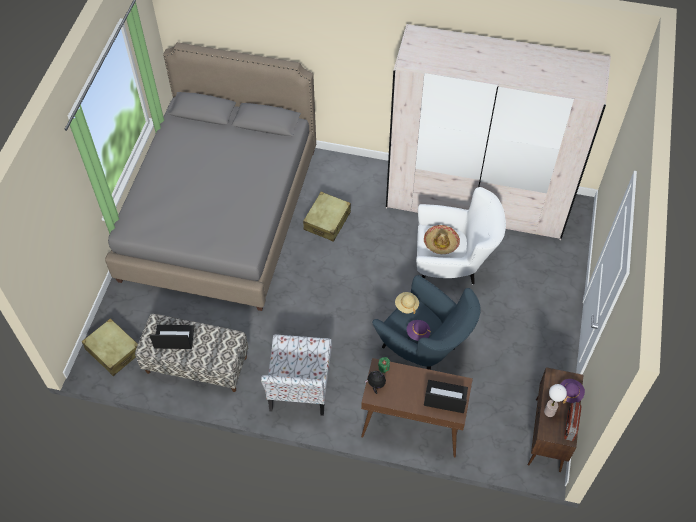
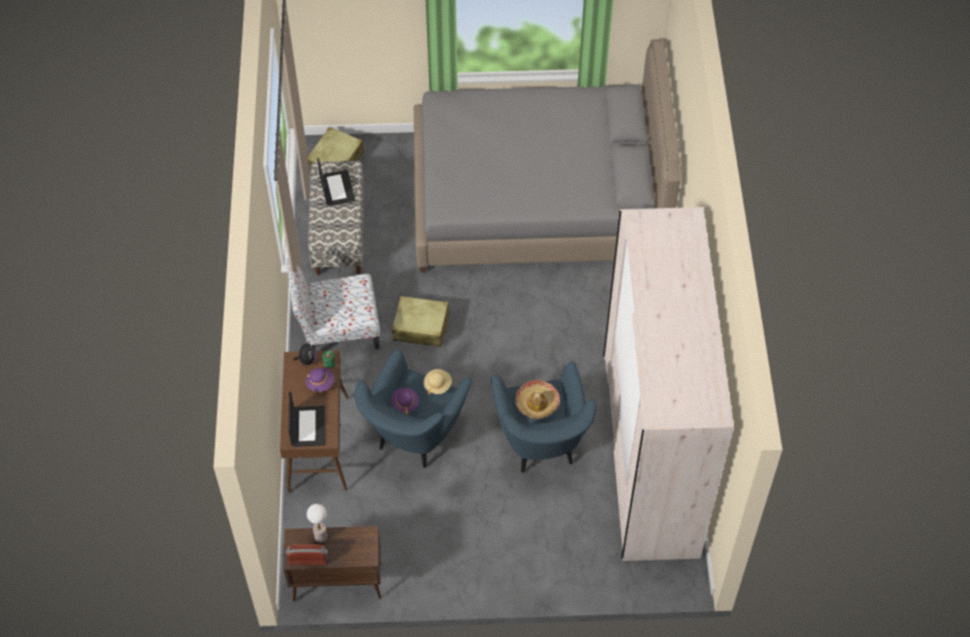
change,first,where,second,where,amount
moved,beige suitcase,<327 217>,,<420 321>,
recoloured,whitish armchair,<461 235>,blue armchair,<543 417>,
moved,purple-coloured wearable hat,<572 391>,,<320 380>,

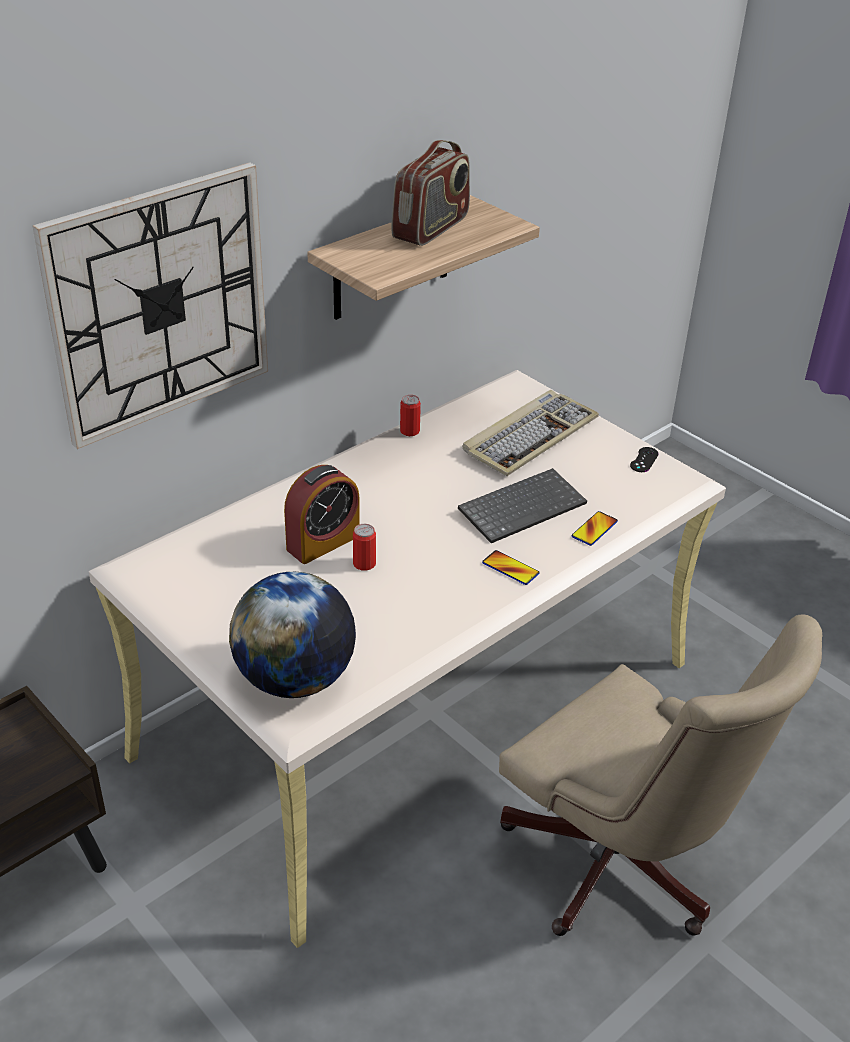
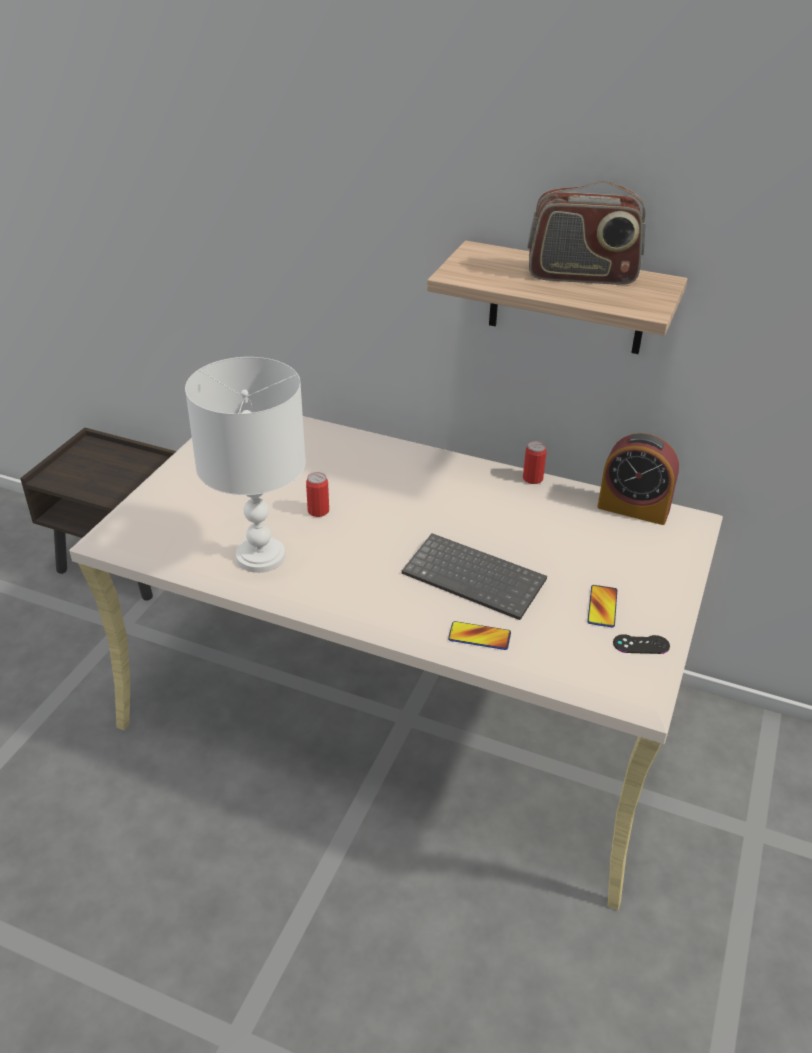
change,first,where,second,where,amount
removed,clock on the wall,<150 305>,,,
removed,desk globe,<292 635>,,,
moved,bedside clock,<322 514>,,<638 479>,
removed,keyboard,<531 433>,,,
moved,telephone,<510 567>,,<602 606>,
removed,beige desk chair,<661 775>,,,
added,,,whitish lamp for a table,<245 465>,

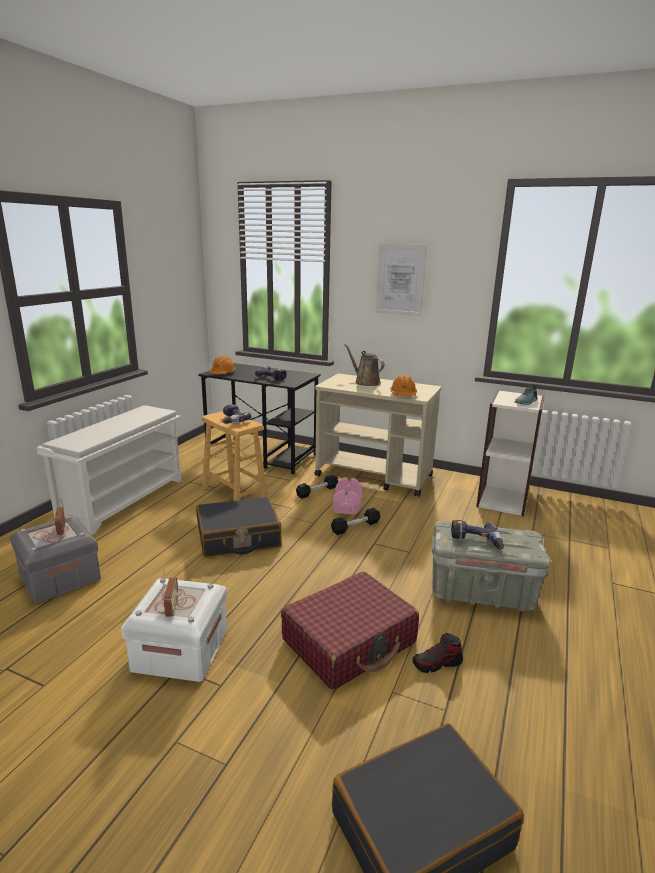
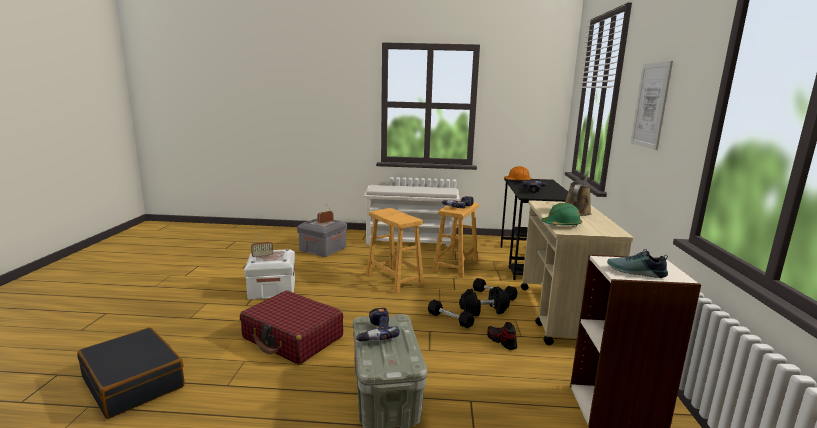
change,first,where,second,where,amount
replaced,black suitcase,<239 527>,brown-coloured sitting stool,<395 251>,
recoloured,pink-coloured hand weight,<348 496>,black hand weight,<484 301>,
recoloured,orangey safety helmet,<403 385>,greenish safety helmet,<562 214>,
moved,shoe,<437 653>,,<502 336>,

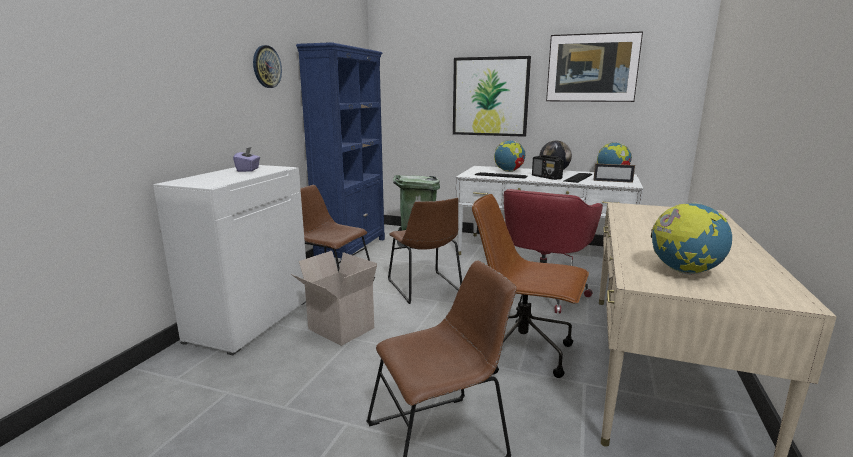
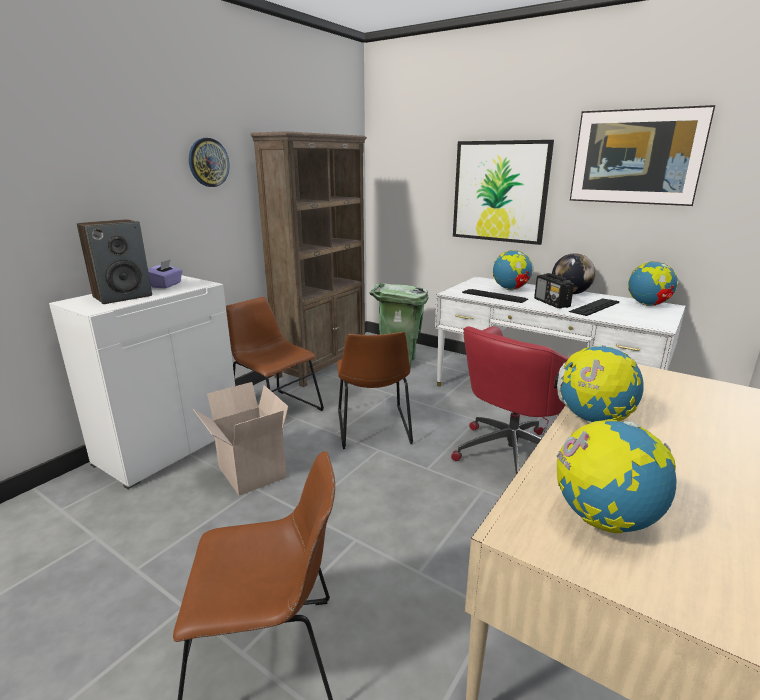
change,first,where,second,where,amount
recoloured,blue bookshelf,<340 150>,brown-coloured bookshelf,<308 259>,
removed,brown-coloured desk chair,<530 286>,,,
removed,standing frame,<614 173>,,,
added,,,audio speaker,<114 261>,
added,,,desk globe,<599 383>,

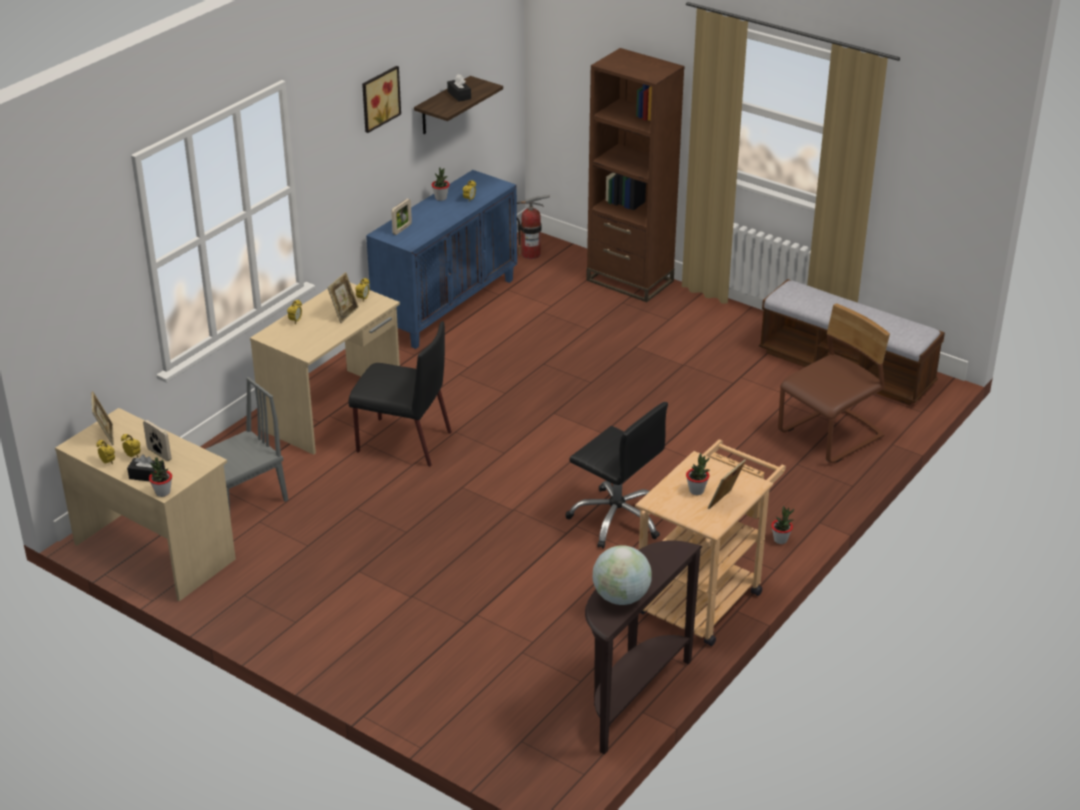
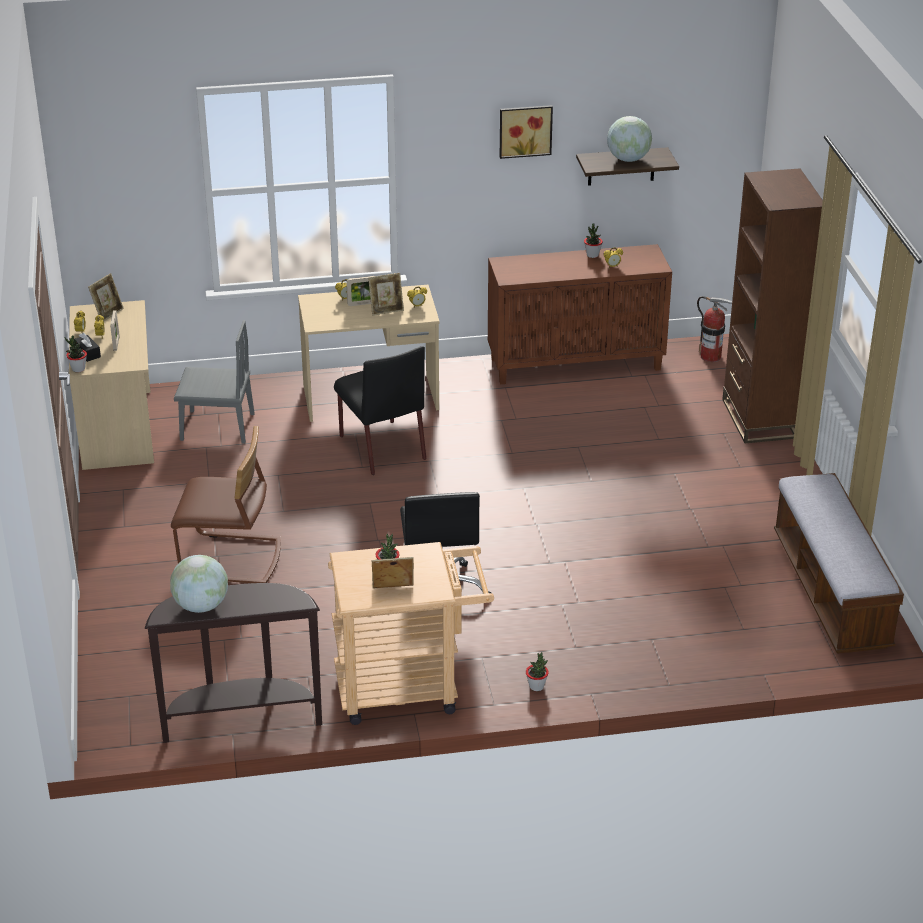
change,first,where,second,where,amount
recoloured,blue storage cabinet,<441 259>,brown-coloured storage cabinet,<580 314>,
moved,standing frame,<401 217>,,<360 291>,
replaced,black tissue box,<459 88>,desk globe,<629 139>,
moved,brown-coloured upright chair,<834 383>,,<226 504>,

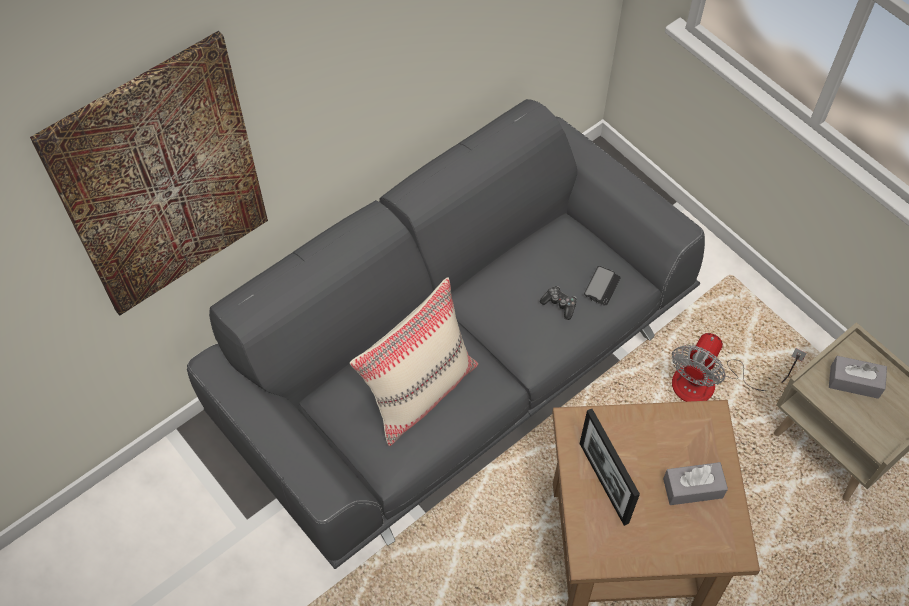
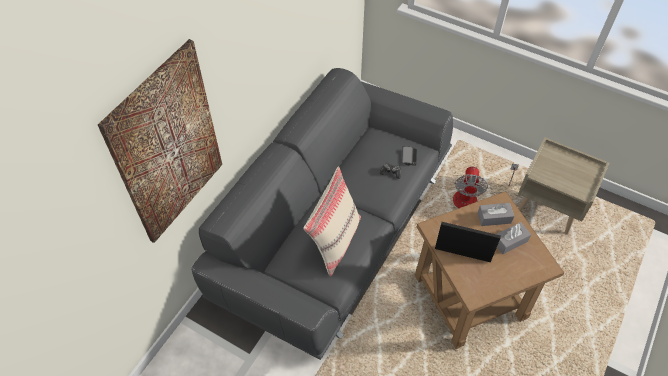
change,first,where,second,where,amount
turned,standing frame,<610 467>,,<468 242>,150 degrees clockwise
moved,grey tissue box,<858 377>,,<496 214>,

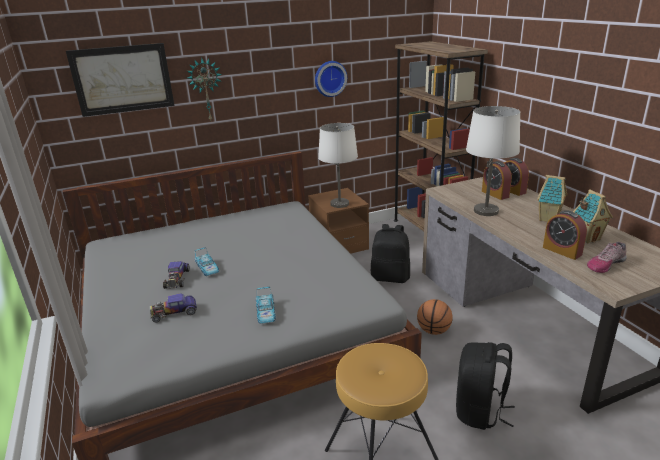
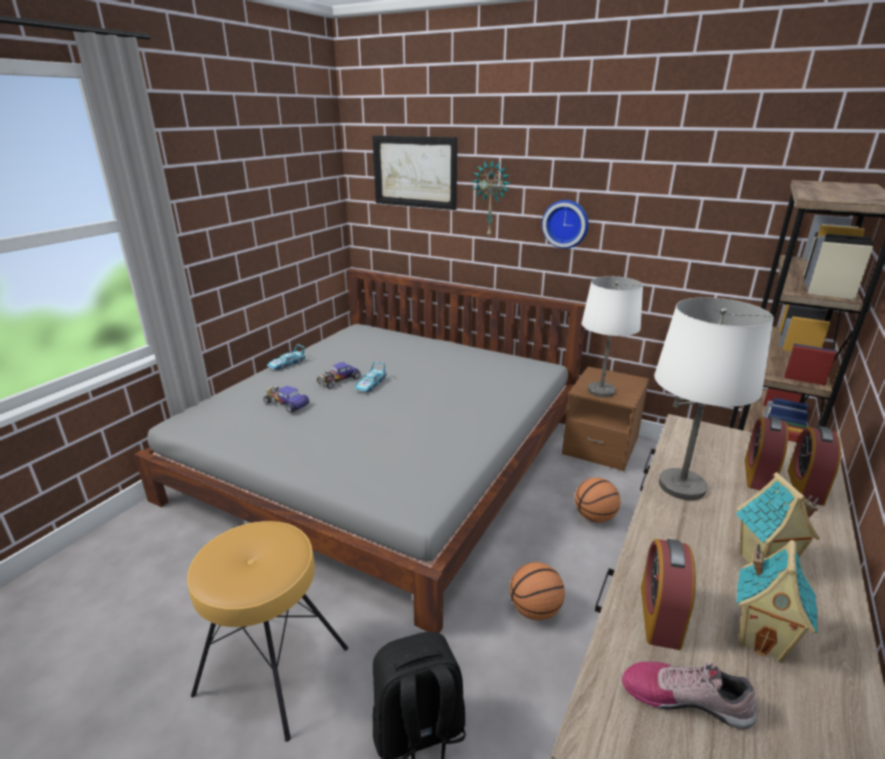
change,first,where,second,where,amount
moved,model car,<266 305>,,<286 357>,
moved,clock on the wall,<331 79>,,<565 224>,
replaced,black backpack,<390 253>,basketball ball,<597 500>,

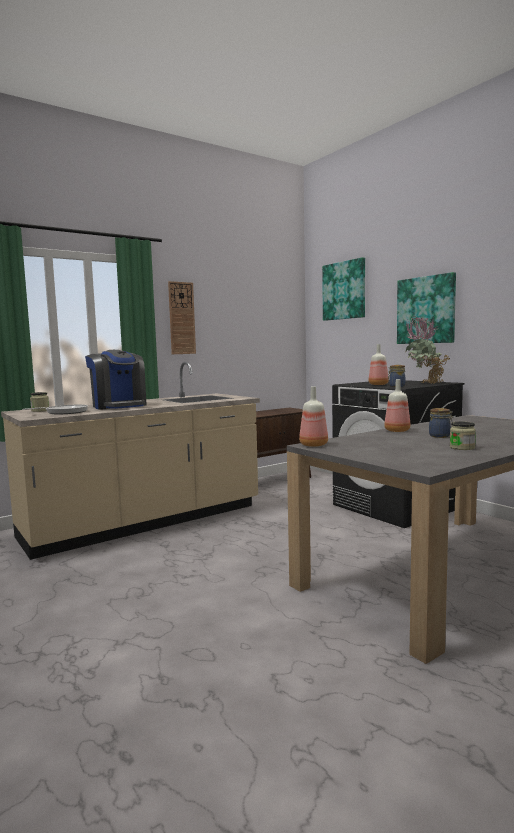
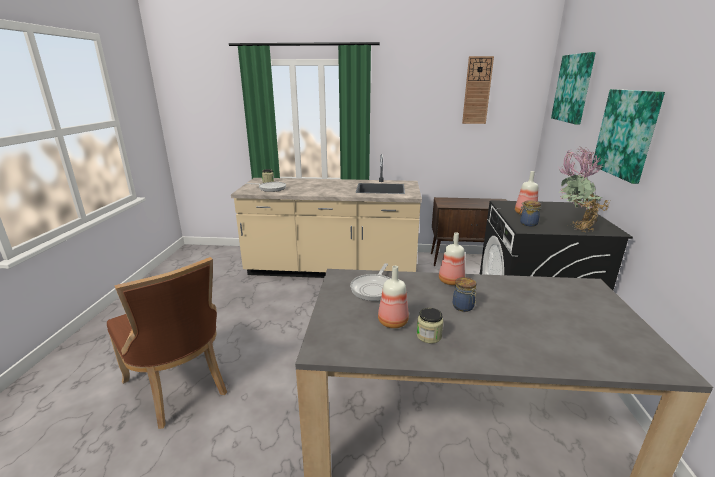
change,first,where,second,where,amount
removed,coffee maker,<116 380>,,,
moved,clock on the wall,<182 317>,,<478 90>,
moved,drink bottle,<313 416>,,<393 297>,
added,,,brown-coloured upright chair,<167 343>,
added,,,frying pan,<370 282>,

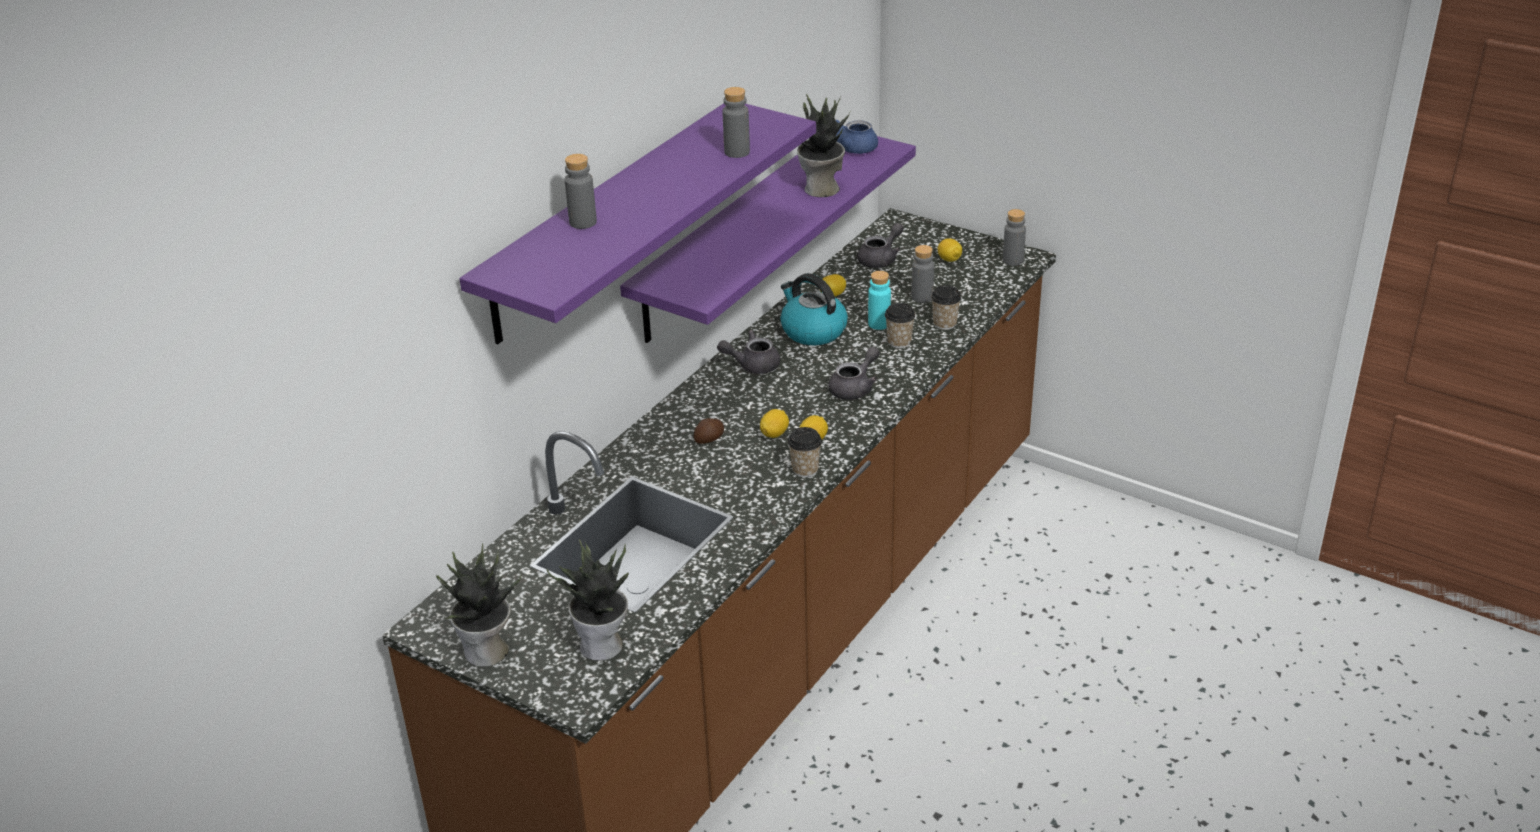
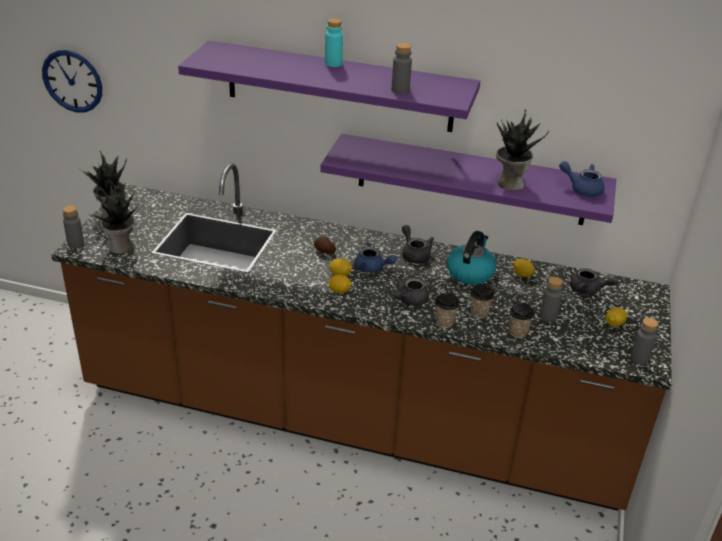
change,first,where,second,where,amount
moved,grey drink bottle,<581 191>,,<73 226>,
moved,drinking cup,<805 452>,,<447 310>,
turned,grey teapot,<854 373>,,<411 291>,105 degrees clockwise
moved,blue-green drink bottle,<879 300>,,<334 42>,
added,,,clock on the wall,<72 81>,
added,,,blue teapot,<376 260>,

